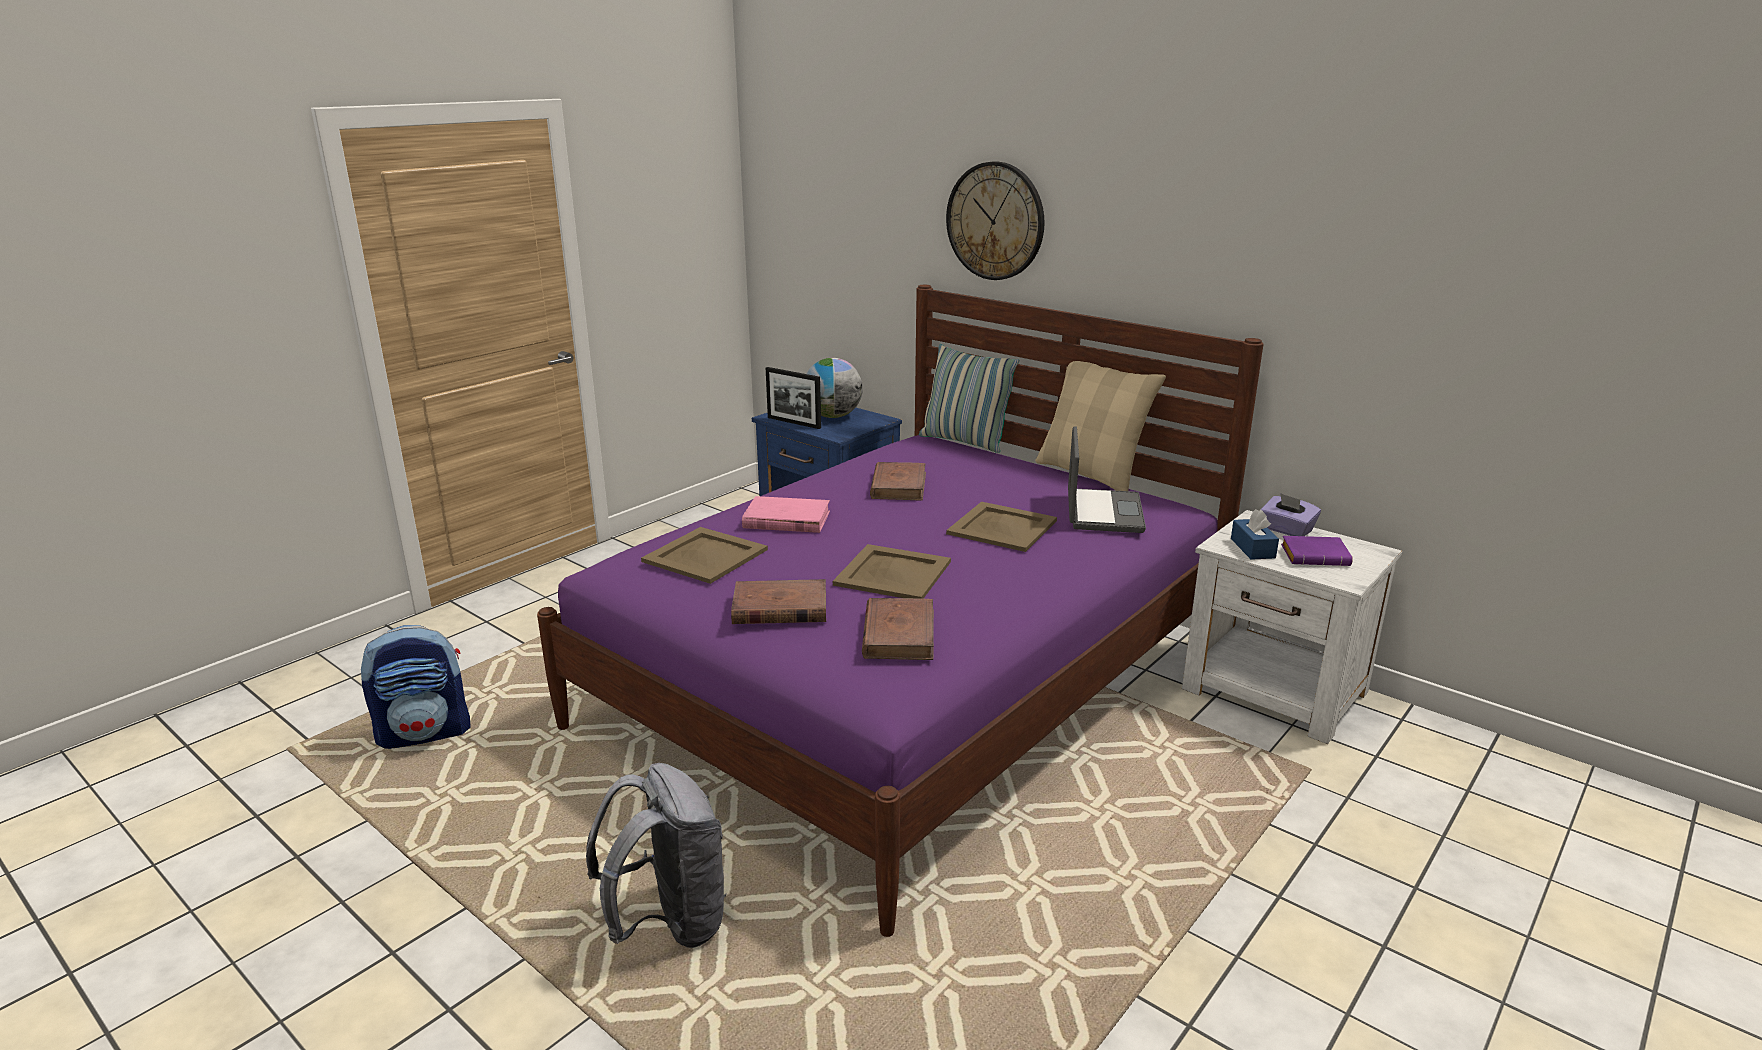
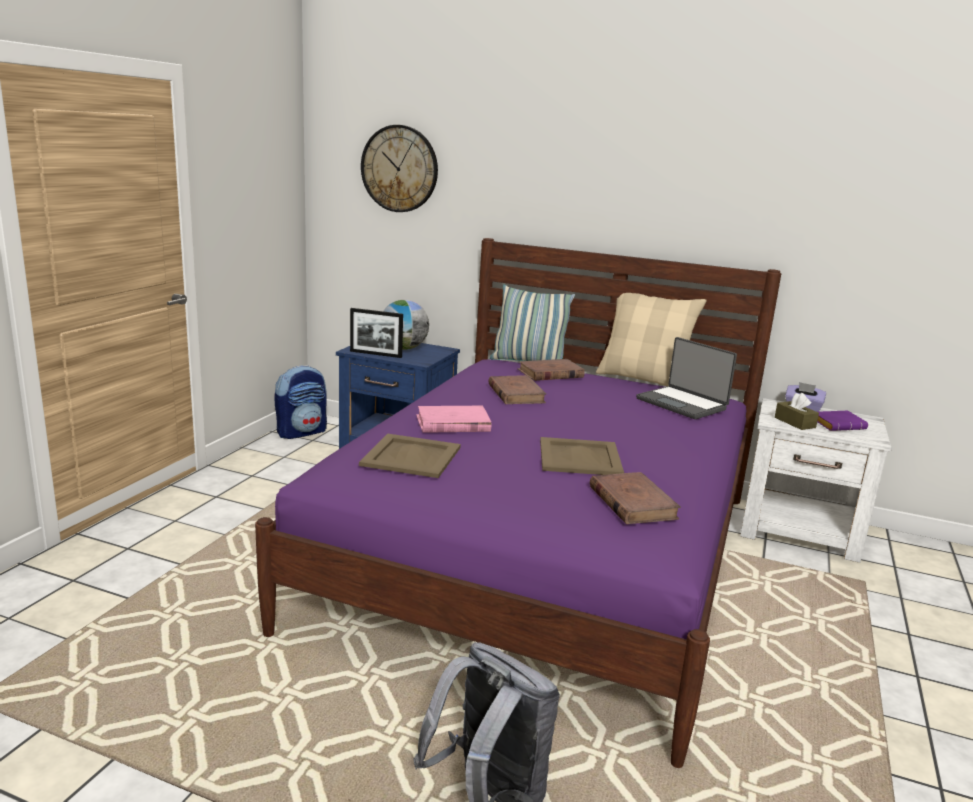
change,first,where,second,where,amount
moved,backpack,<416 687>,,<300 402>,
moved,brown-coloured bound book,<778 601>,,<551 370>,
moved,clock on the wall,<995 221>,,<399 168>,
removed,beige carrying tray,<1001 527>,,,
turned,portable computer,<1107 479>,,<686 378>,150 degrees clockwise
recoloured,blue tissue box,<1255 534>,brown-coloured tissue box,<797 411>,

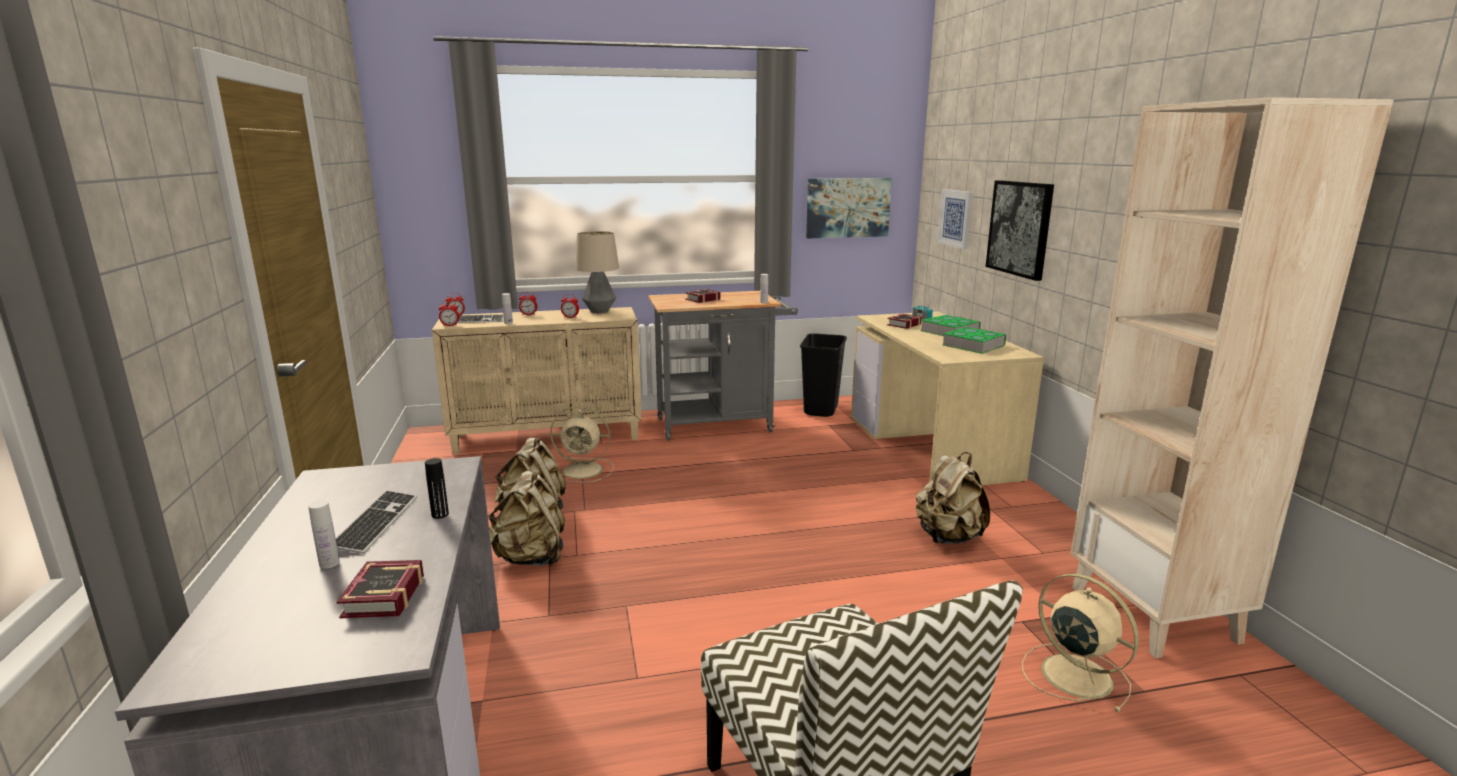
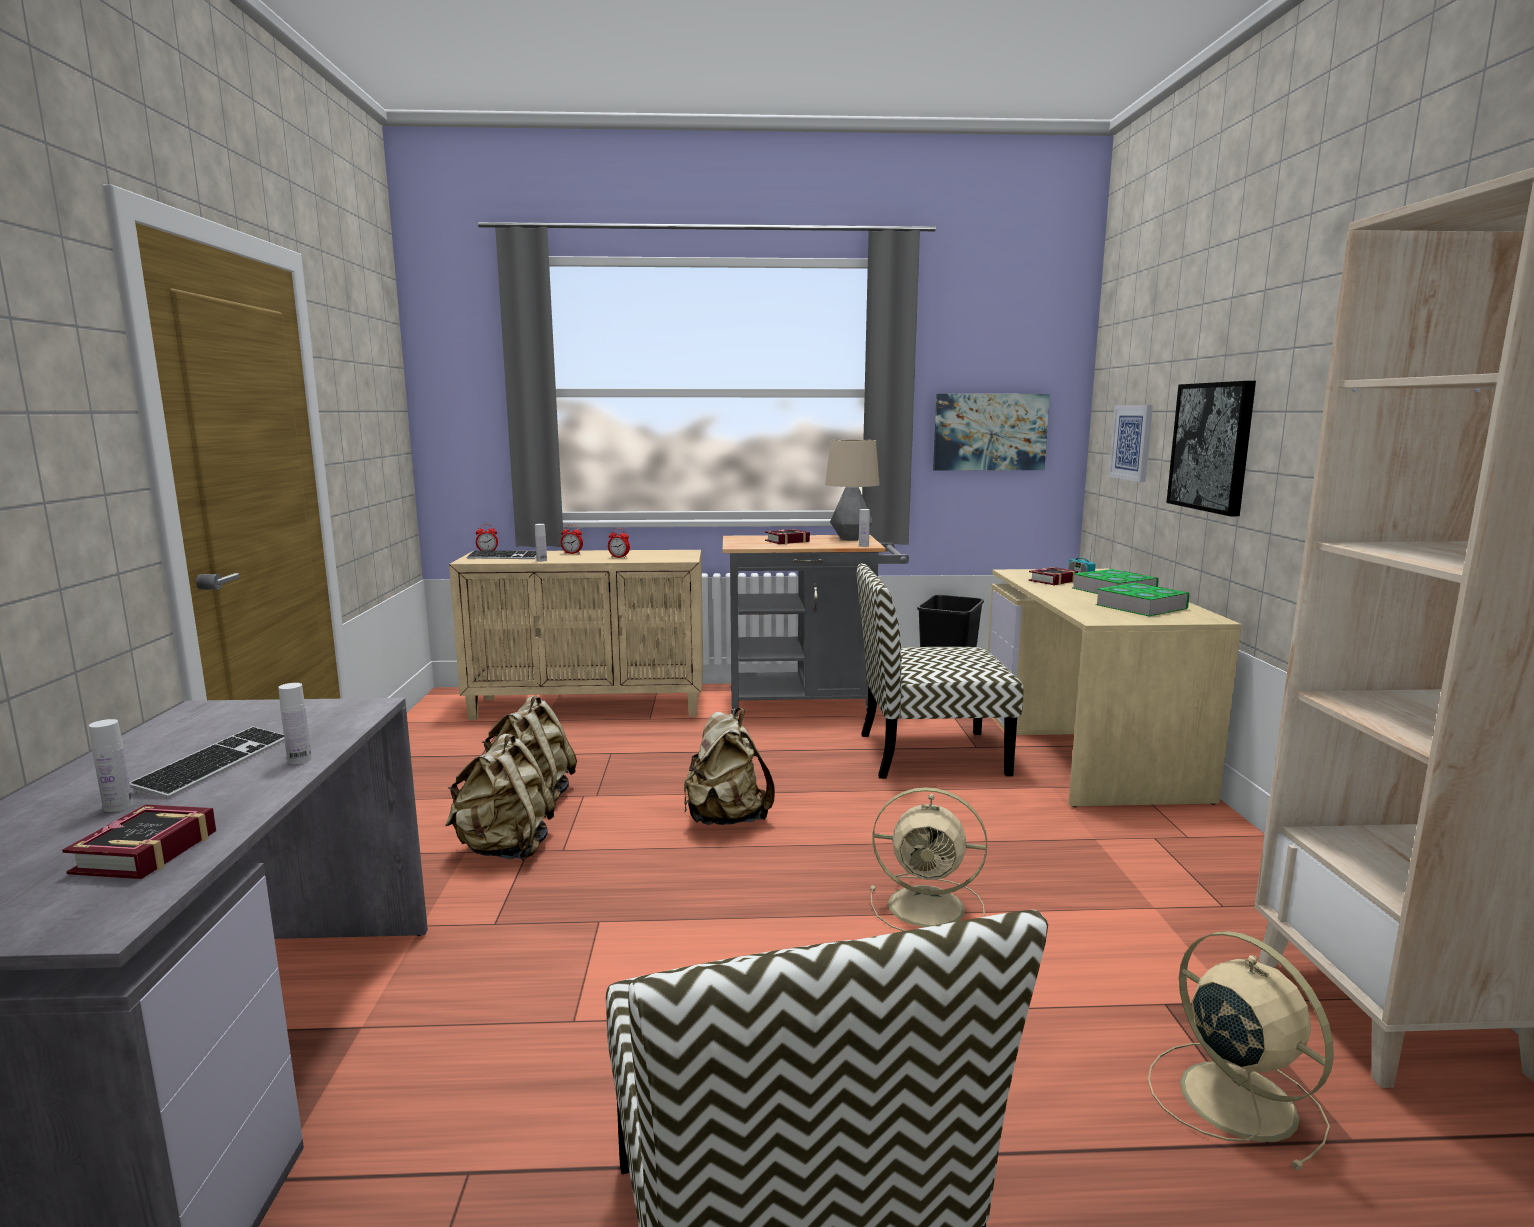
change,first,where,second,where,amount
recoloured,black drink bottle,<437 488>,whitish drink bottle,<295 723>,
removed,bedside clock,<449 313>,,,
moved,beige electric fan,<582 444>,,<928 859>,
moved,lamp for a table,<597 272>,,<852 490>,
moved,beige backpack,<953 498>,,<729 766>,
added,,,upright chair,<940 671>,

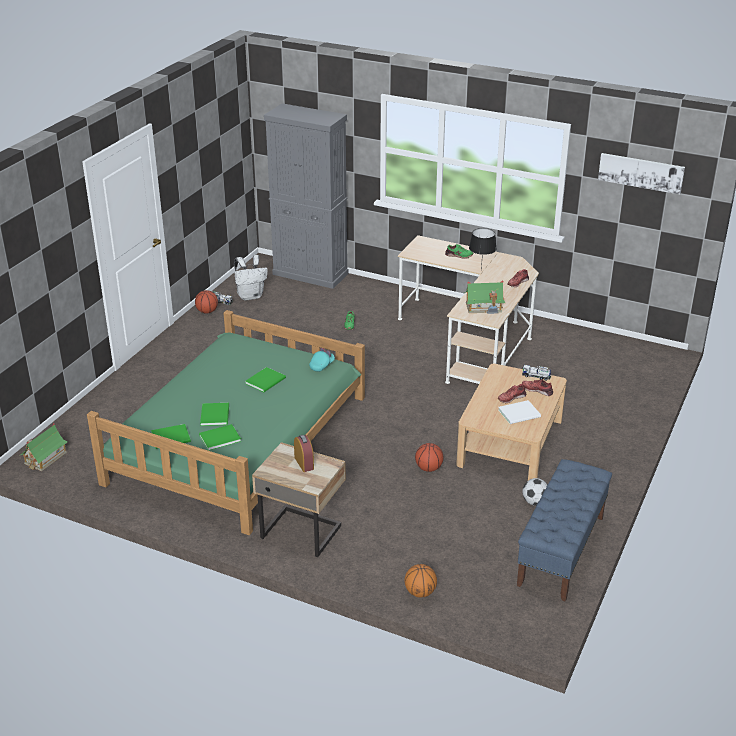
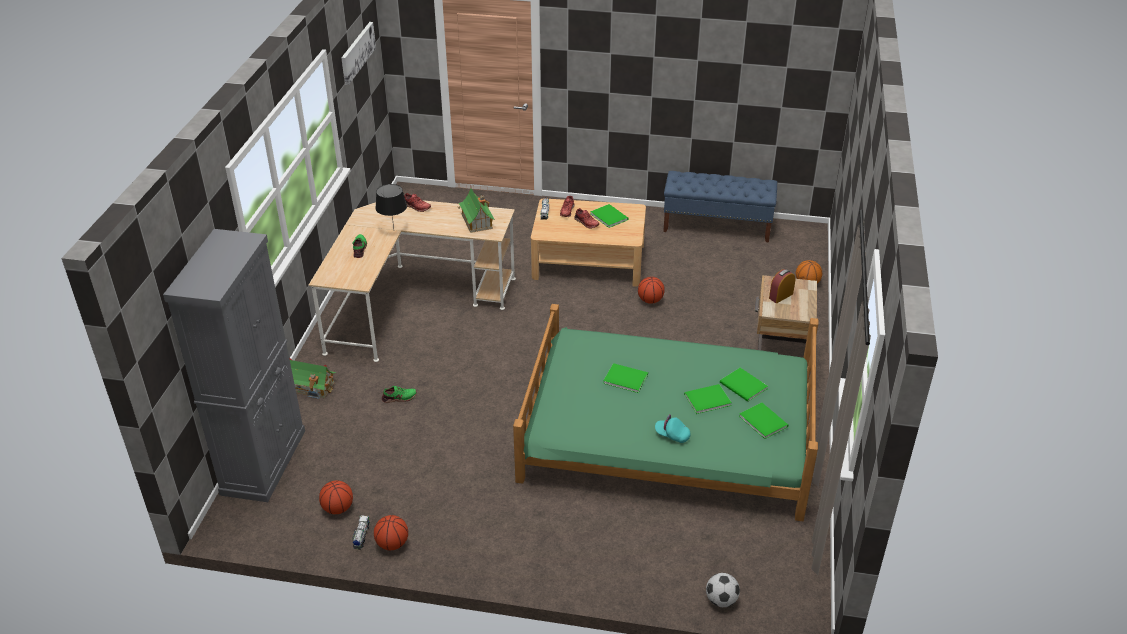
change,first,where,second,where,amount
moved,model house,<43 447>,,<313 378>,
replaced,whitish backpack,<251 278>,basketball ball,<336 497>,
moved,blue-green cap,<322 360>,,<672 428>,
recoloured,whitish bound book,<519 412>,greenish bound book,<609 216>,
moved,football,<535 492>,,<723 590>,

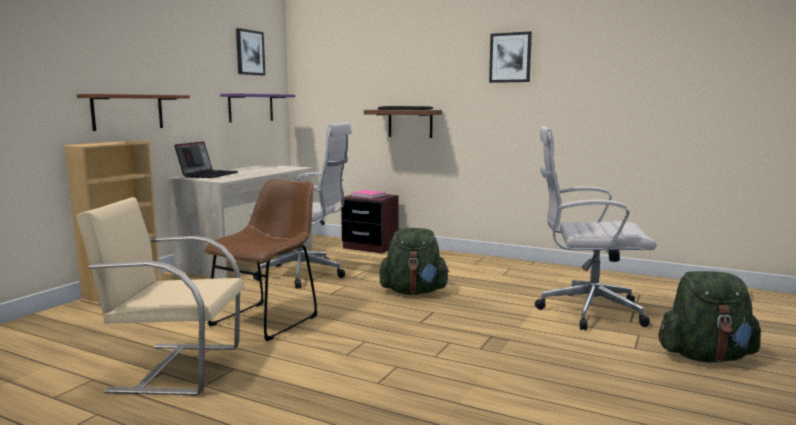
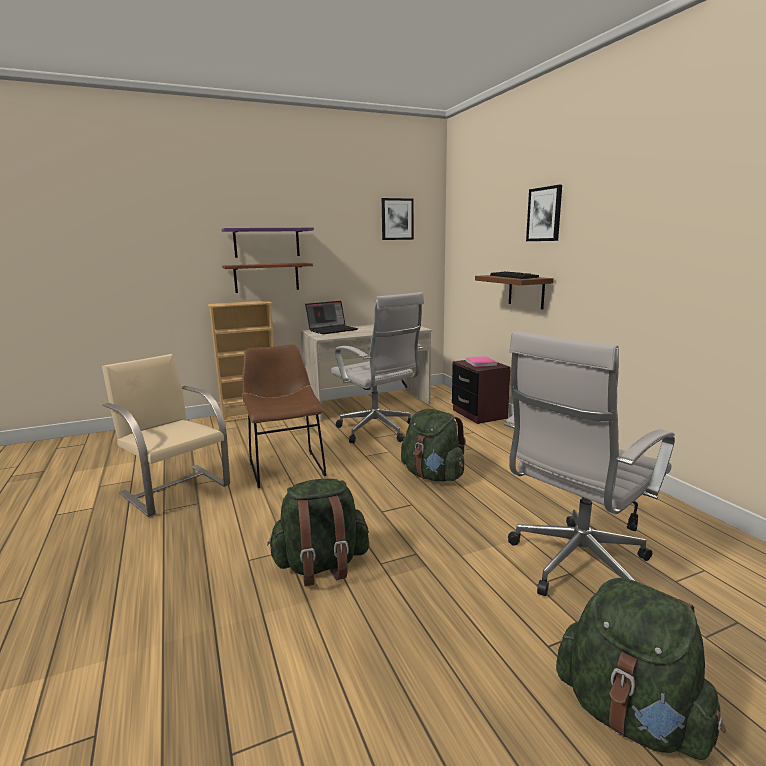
change,first,where,second,where,amount
turned,brown-coloured upright chair,<261 260>,,<284 416>,90 degrees counterclockwise
moved,purple-coloured bracket shelf,<257 108>,,<268 243>,
moved,wall picture,<510 57>,,<544 213>,
turned,whitish desk chair,<596 228>,,<589 463>,90 degrees counterclockwise
added,,,greenish backpack,<318 532>,

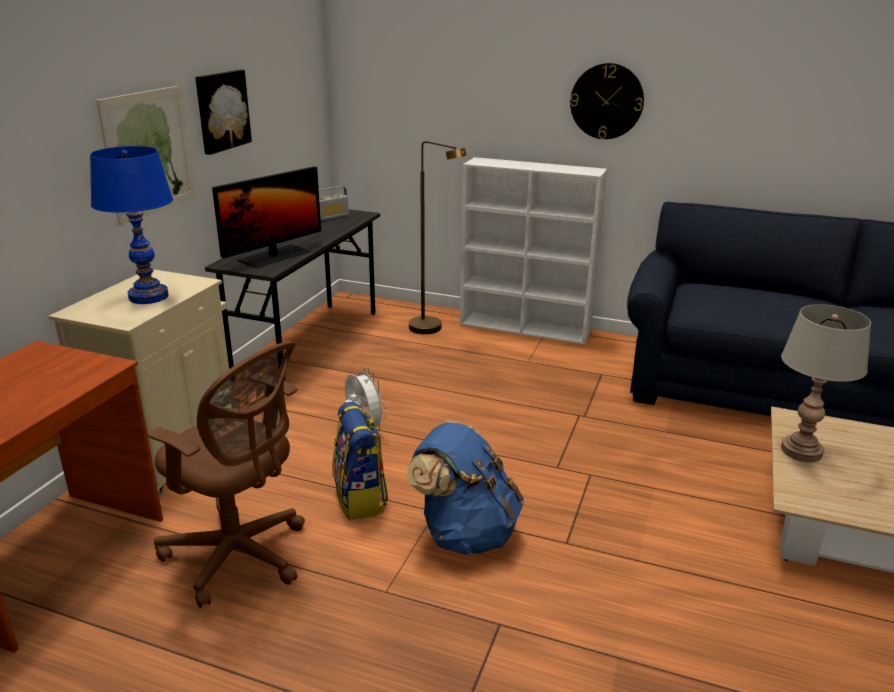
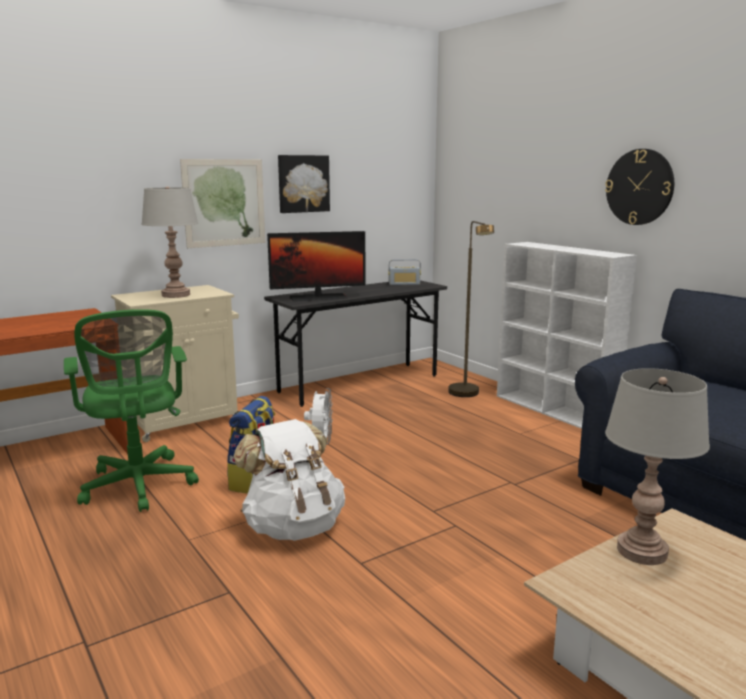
change,first,where,second,where,amount
recoloured,blue lamp for a table,<131 225>,grey lamp for a table,<169 242>,
recoloured,brown-coloured desk chair,<226 474>,greenish desk chair,<131 410>,
recoloured,blue backpack,<465 488>,whitish backpack,<289 480>,

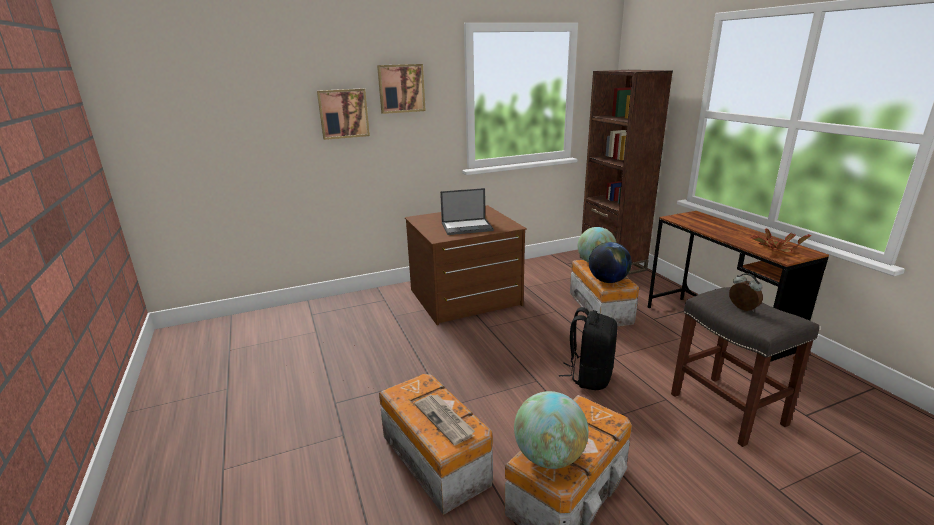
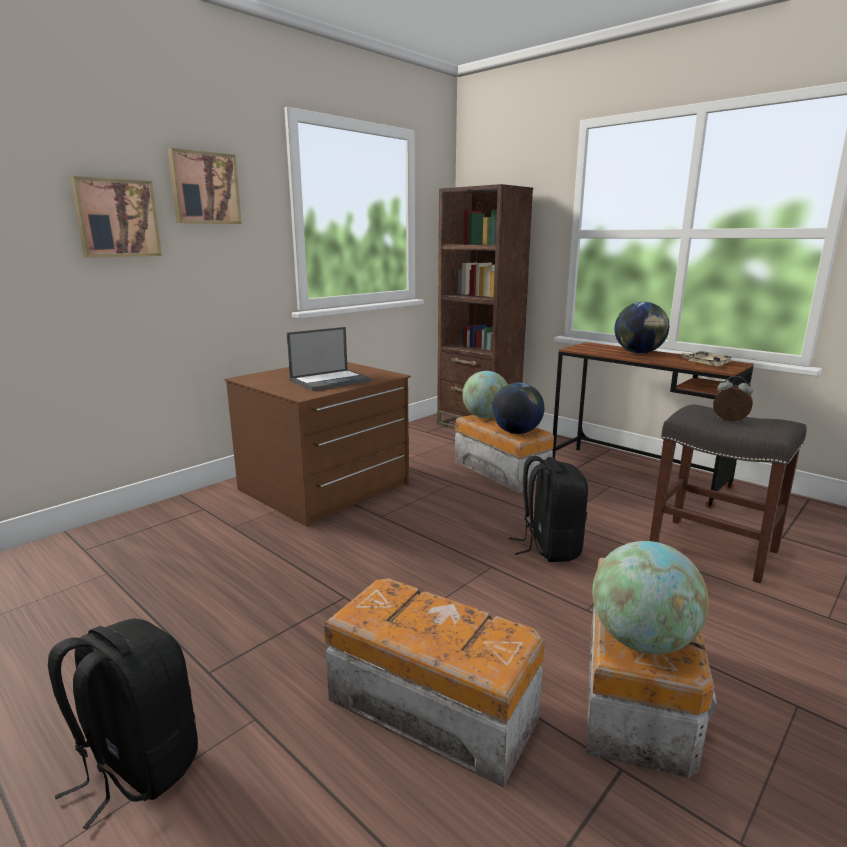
change,first,where,second,where,amount
removed,printed paper,<444 419>,,,
replaced,houseplant,<781 240>,beige carrying tray,<705 358>,
added,,,black backpack,<123 724>,
added,,,desk globe,<642 328>,

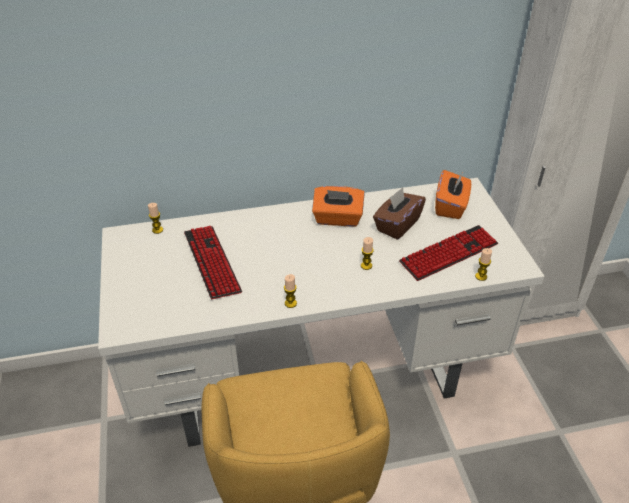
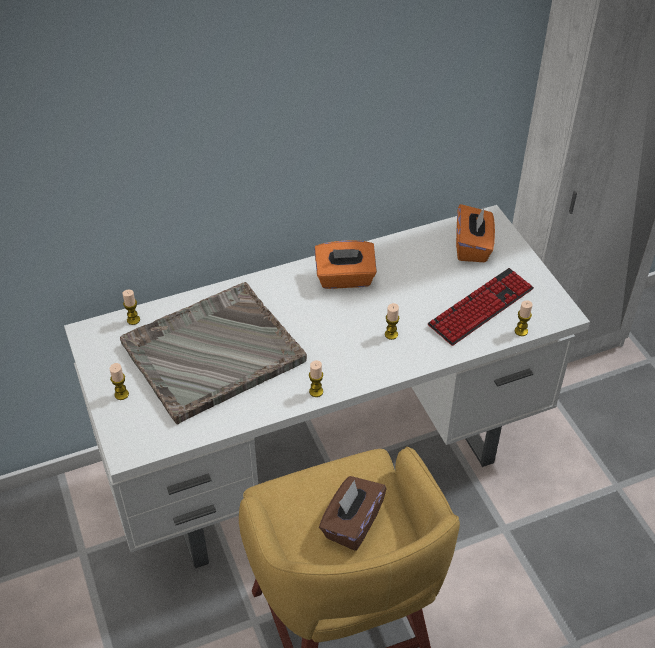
change,first,where,second,where,amount
replaced,keyboard,<213 262>,grey carrying tray,<213 353>,
moved,brown-coloured tissue box,<399 213>,,<353 513>,
added,,,candle,<119 381>,

